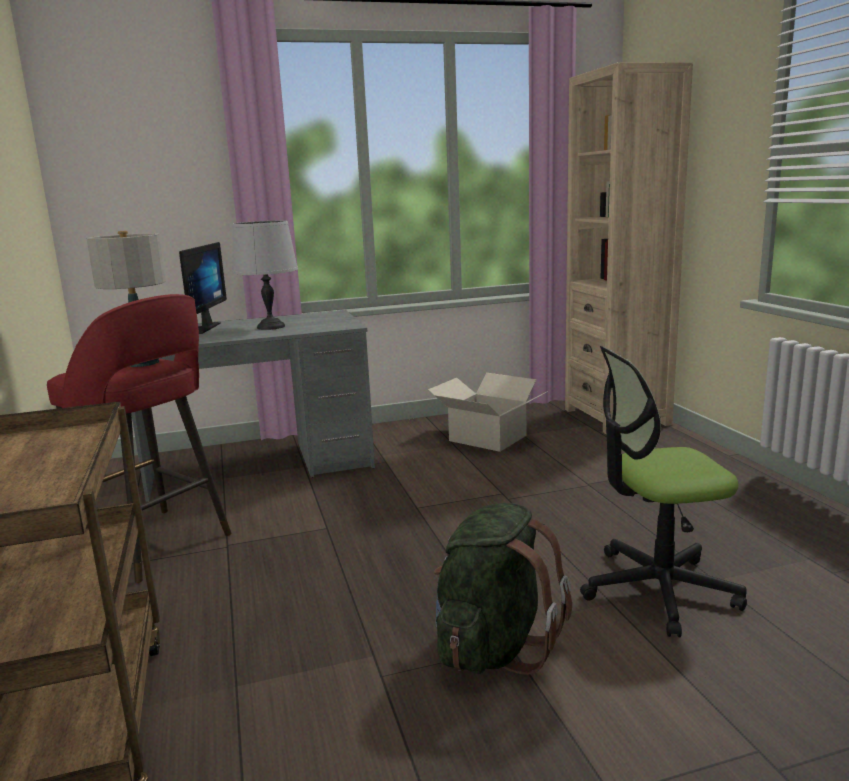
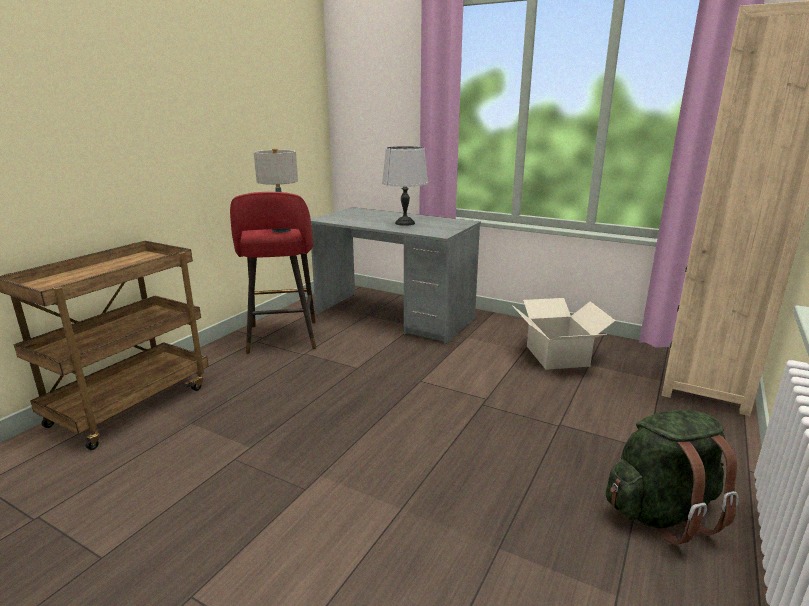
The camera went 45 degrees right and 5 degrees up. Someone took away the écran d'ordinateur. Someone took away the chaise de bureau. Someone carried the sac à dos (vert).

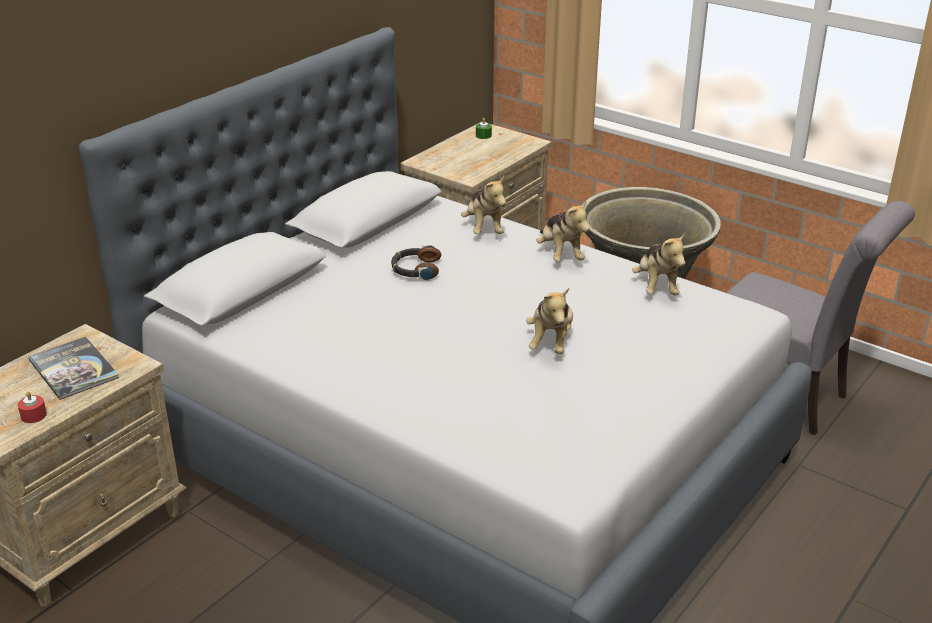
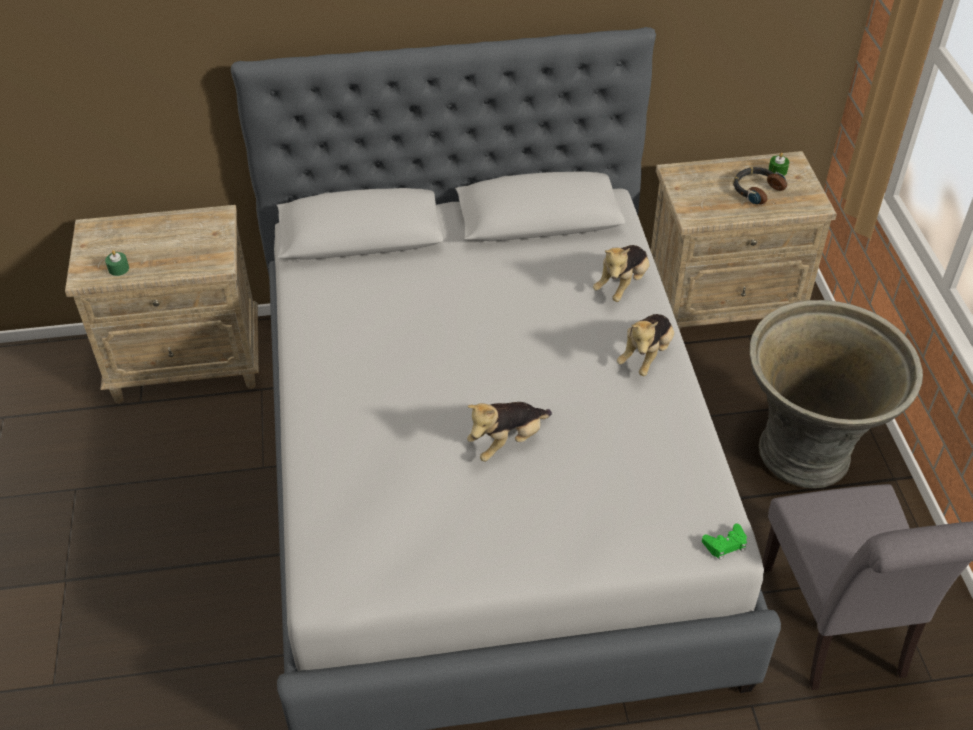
The camera went 45 degrees right and 15 degrees up. Someone took away the livre. Someone took away the peluche (no. 4 from left). Someone put down the manette (vert). Someone carried the casque audio. Someone repainted the bougie (rouge), which became the bougie (vert) (no. 1 from left).

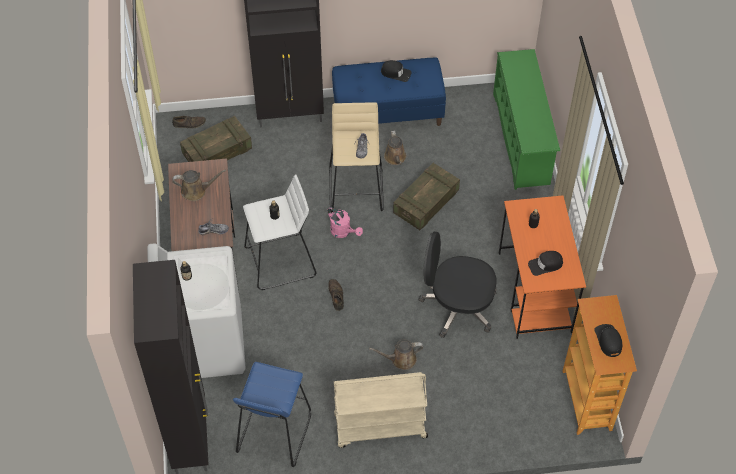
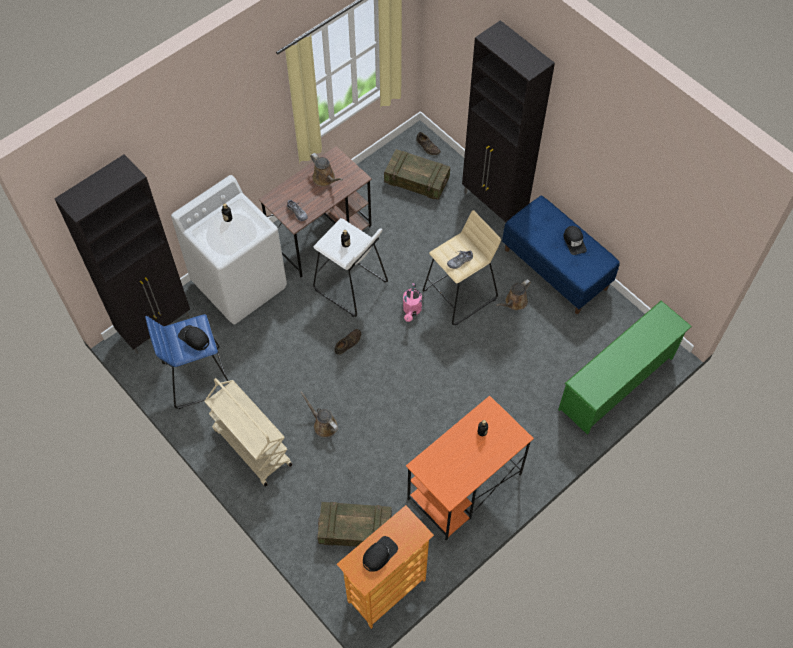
The camera went 55 degrees right and 5 degrees up. Someone took away the chaise de bureau (noir). Someone carried the caisse (no. 2 from left in the first image). Someone carried the casquette (noir) (no. 2 from left in the first image).

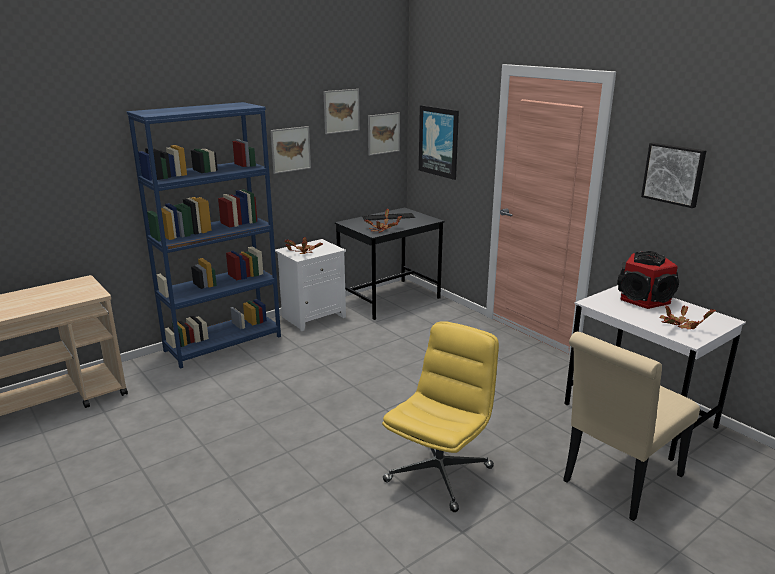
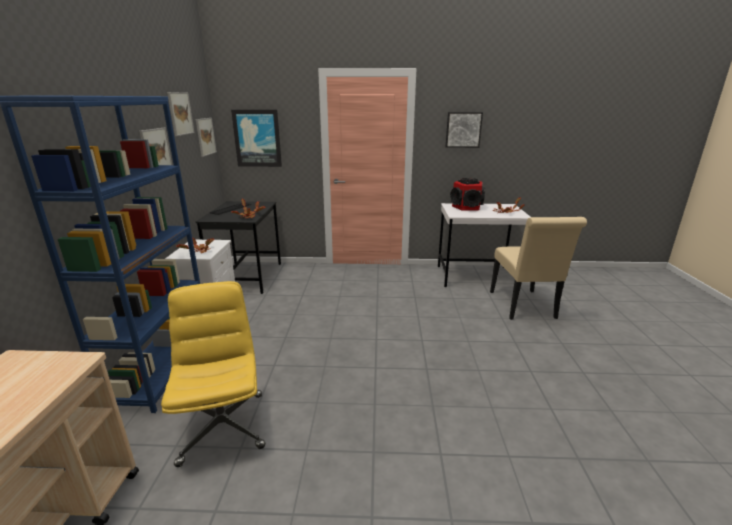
The camera went 50 degrees left and 0 degrees up. Someone carried the chaise de bureau (jaune).

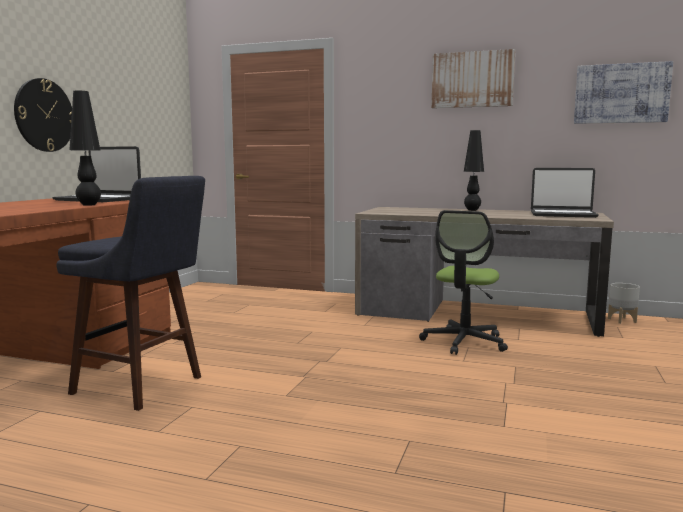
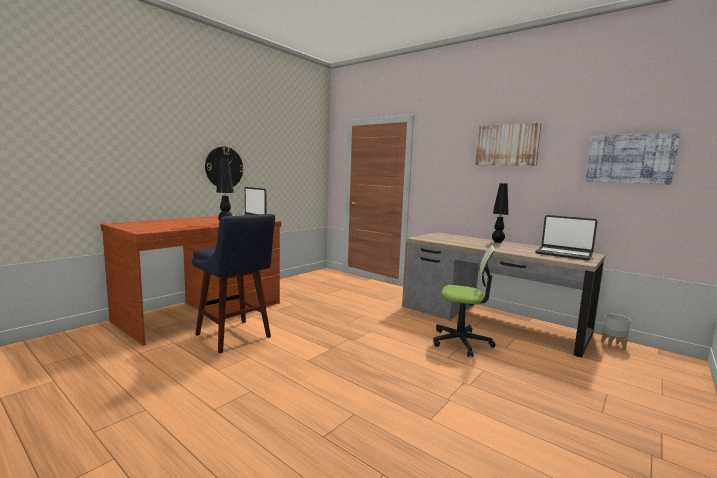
The camera went 20 degrees right and 0 degrees up. Someone rotated the chaise de bureau by 120 degrees counterclockwise.

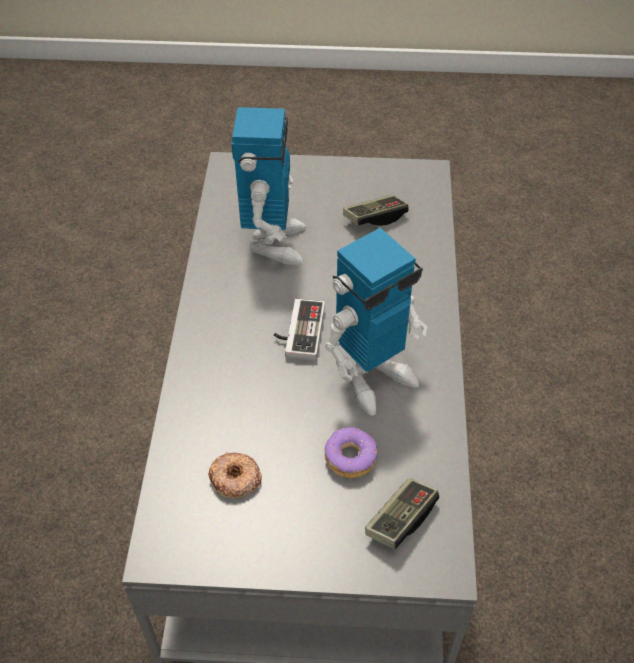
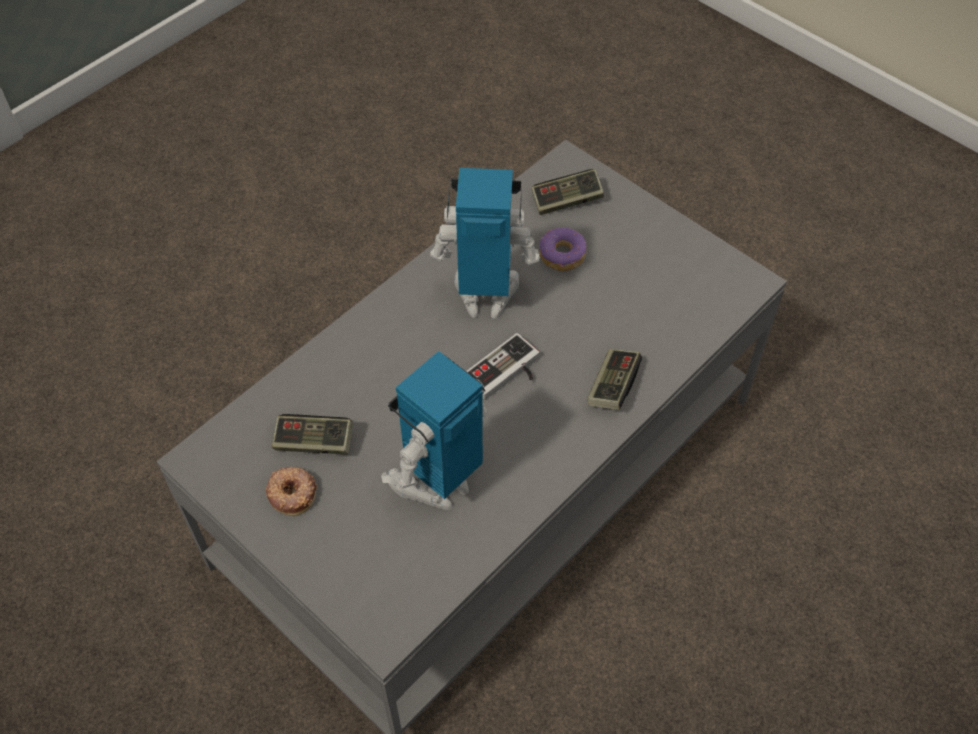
The camera went 140 degrees left and 5 degrees up. Someone put down the manette (no. 4 from left). Someone carried the beignet (no. 1 from left).

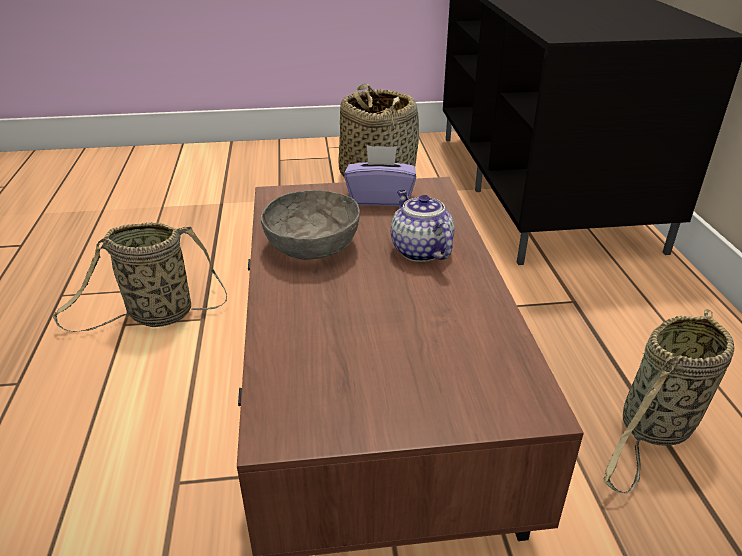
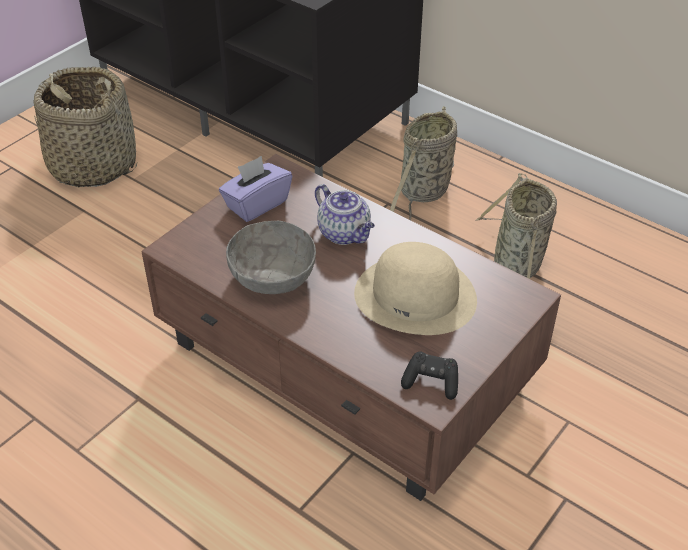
The camera went 45 degrees left and 10 degrees up. Someone put down the chapeau (beige). Someone put down the manette (noir). Someone carried the panier (no. 1 from left in the first image). Someone rotated the théière by 150 degrees counterclockwise.

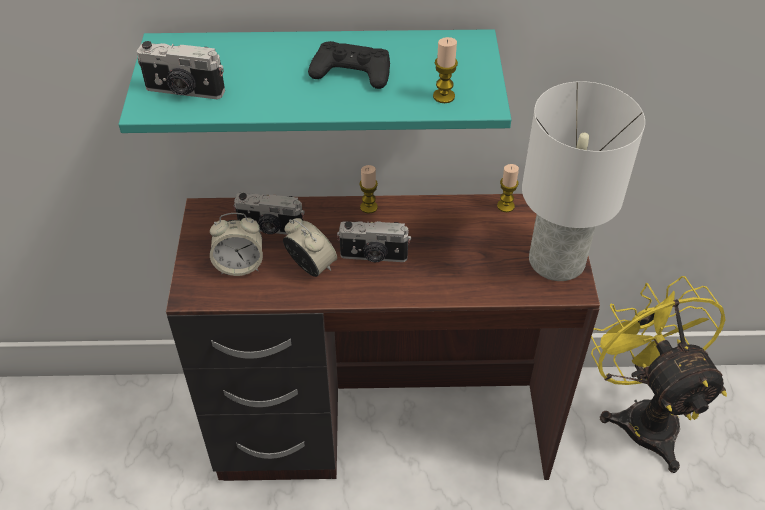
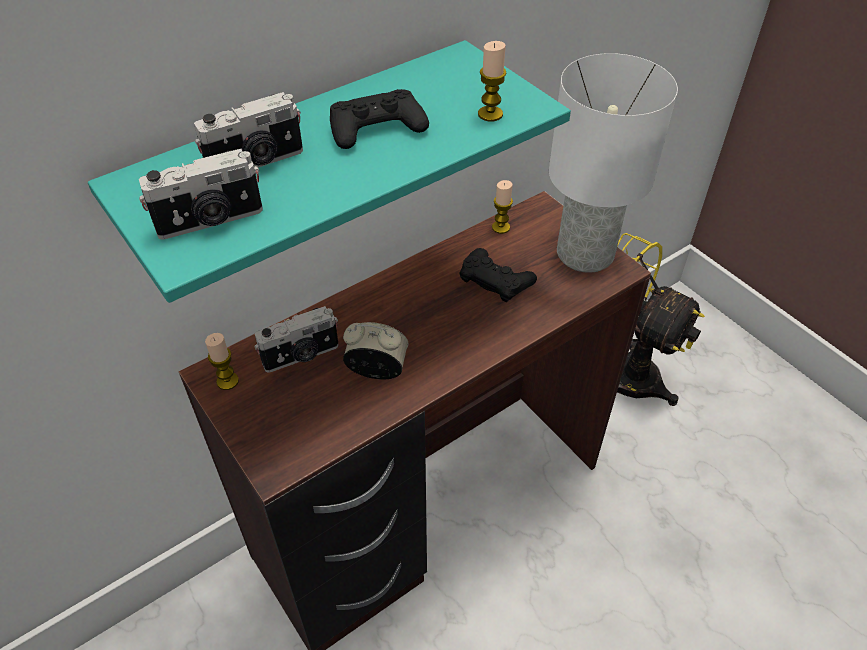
The camera went 35 degrees left and 0 degrees up. Someone took away the réveil (no. 1 from left). Someone put down the manette (noir) (no. 2 from left). Someone carried the appareil photo (no. 3 from left in the first image). Someone carried the bougie (no. 1 from left).

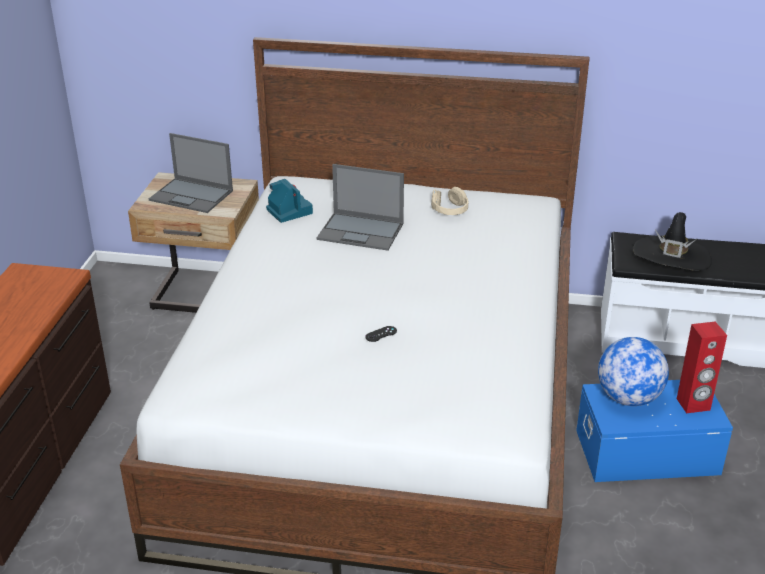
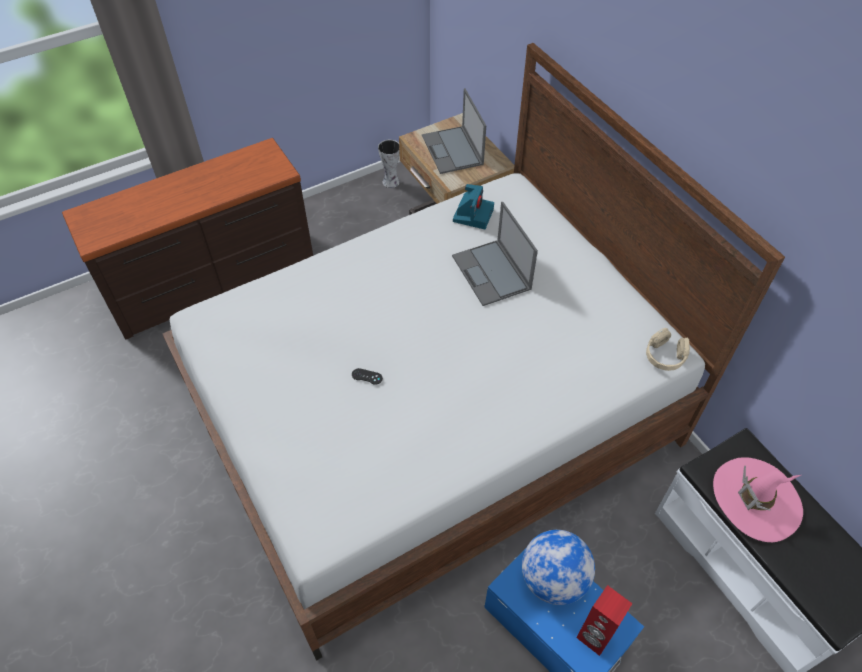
The camera went 50 degrees right and 20 degrees up. Someone put down the vase. Someone carried the casque audio (beige). Someone repainted the chapeau (noir), which became the chapeau (rose).

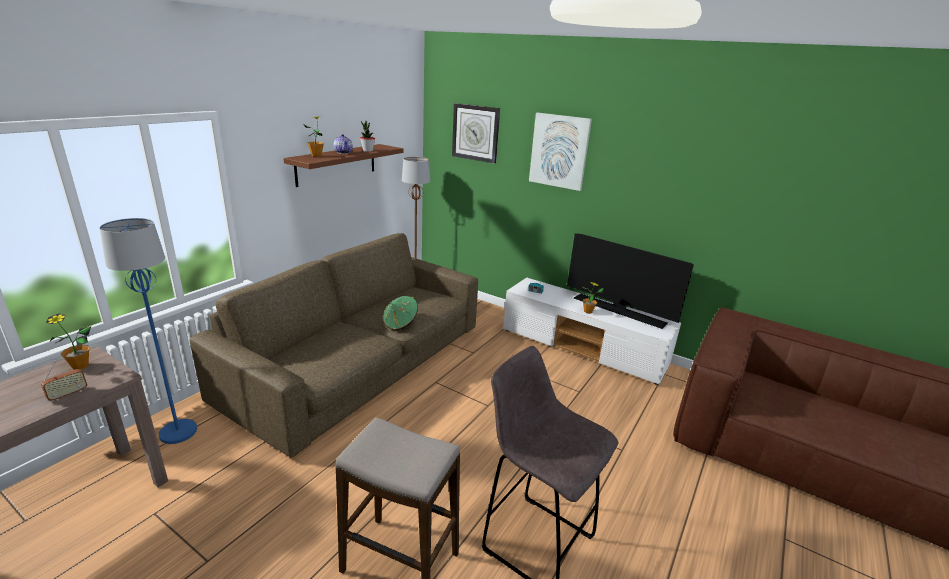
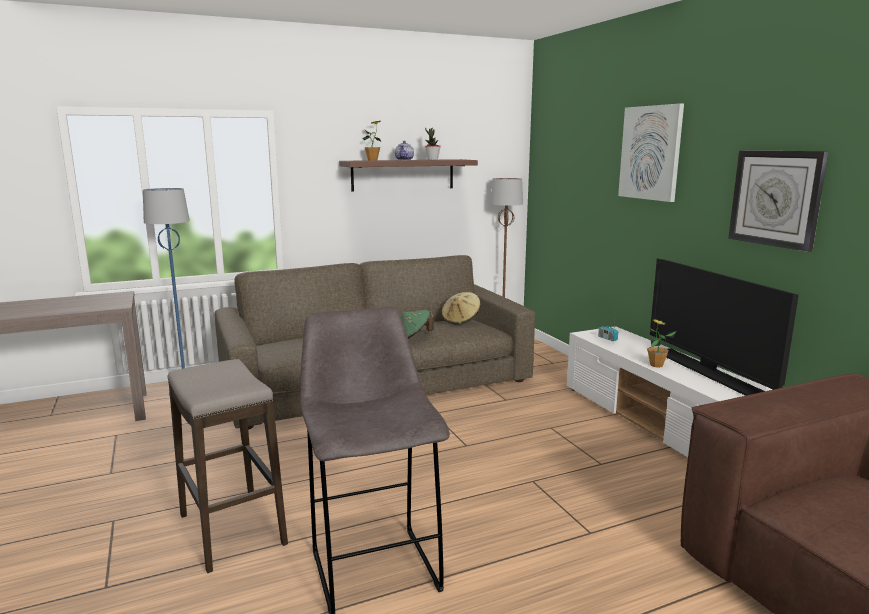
The camera went 35 degrees right and 10 degrees down. Someone took away the radio (no. 1 from left). Someone took away the plante en pot (no. 1 from left). Someone put down the chapeau (beige). Someone carried the horloge murale.

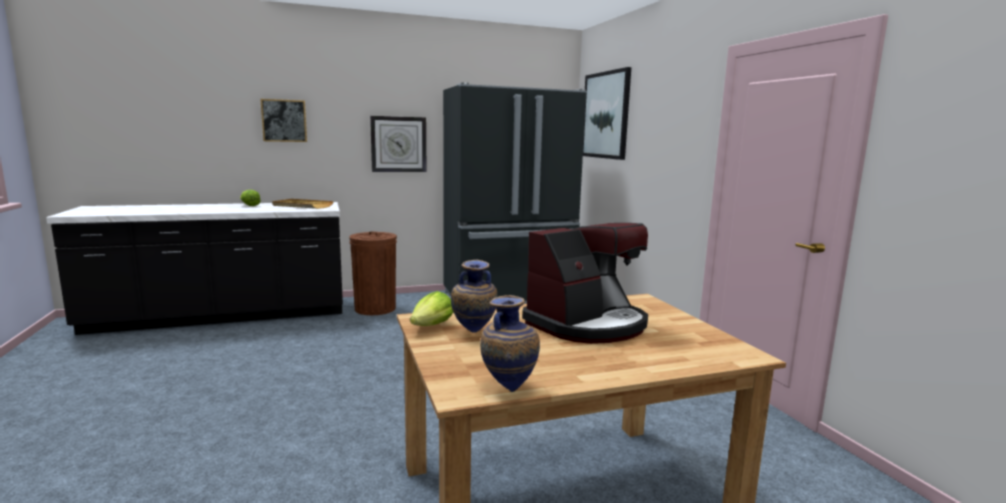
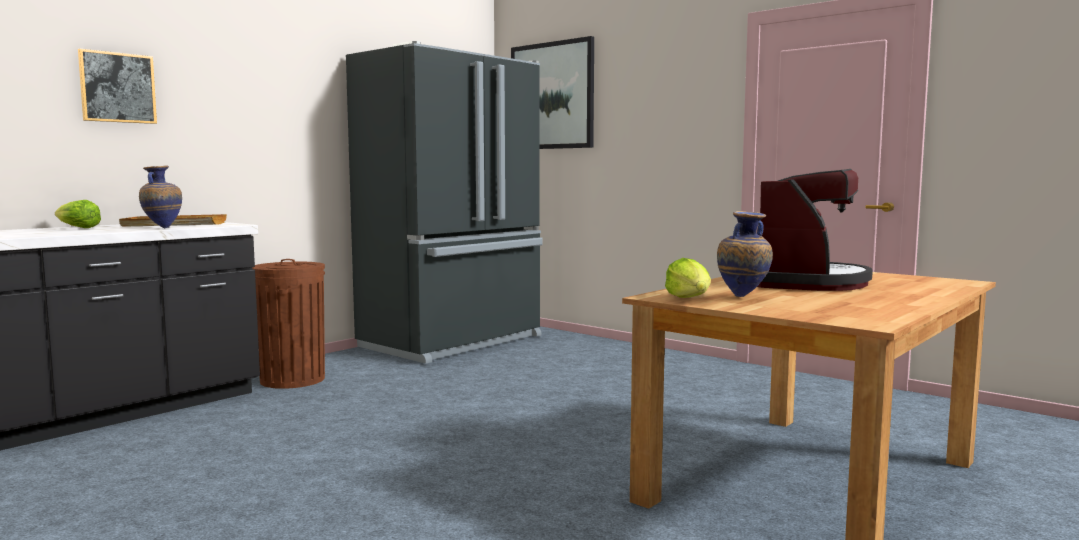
The camera went 30 degrees left and 5 degrees down. Someone took away the horloge murale. Someone carried the vase (no. 2 from left in the first image).

